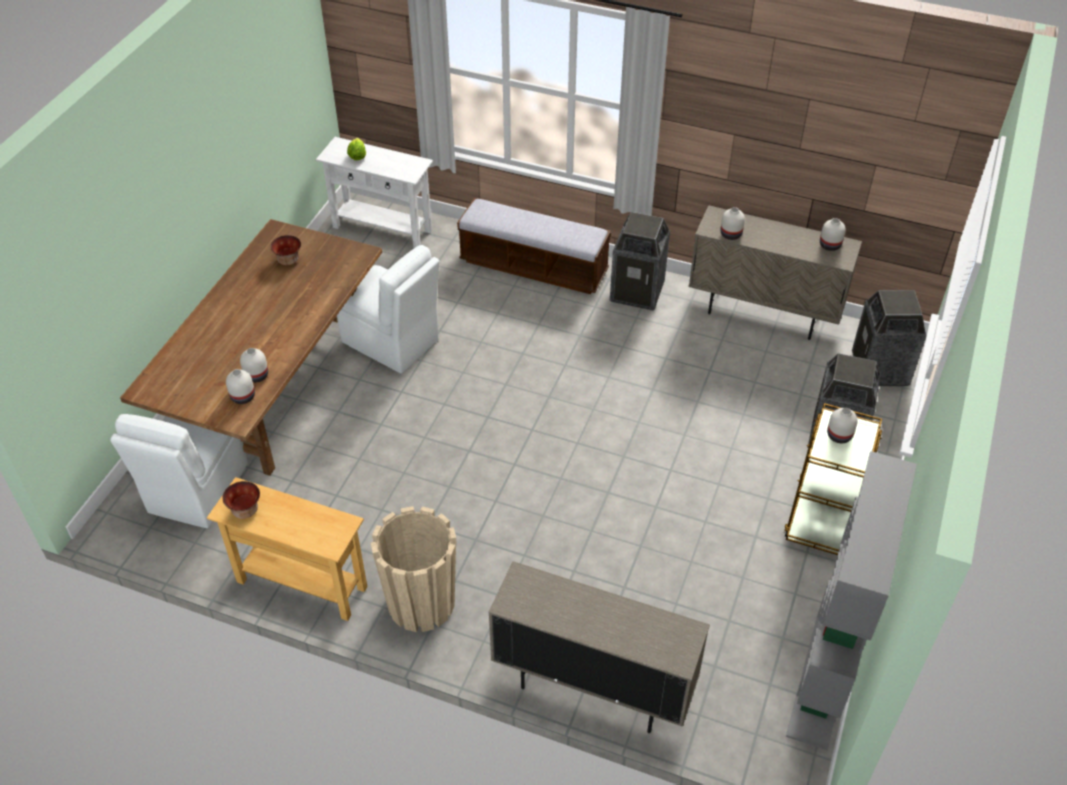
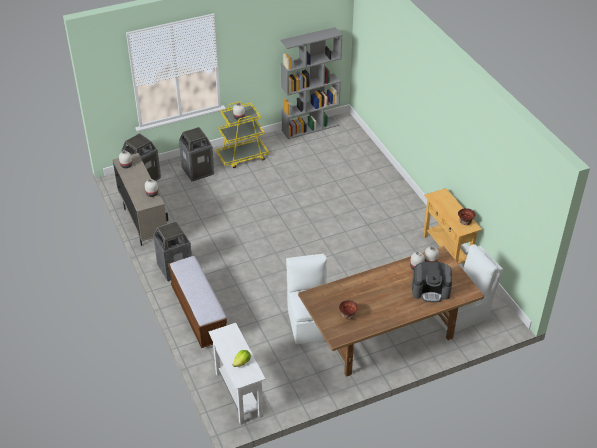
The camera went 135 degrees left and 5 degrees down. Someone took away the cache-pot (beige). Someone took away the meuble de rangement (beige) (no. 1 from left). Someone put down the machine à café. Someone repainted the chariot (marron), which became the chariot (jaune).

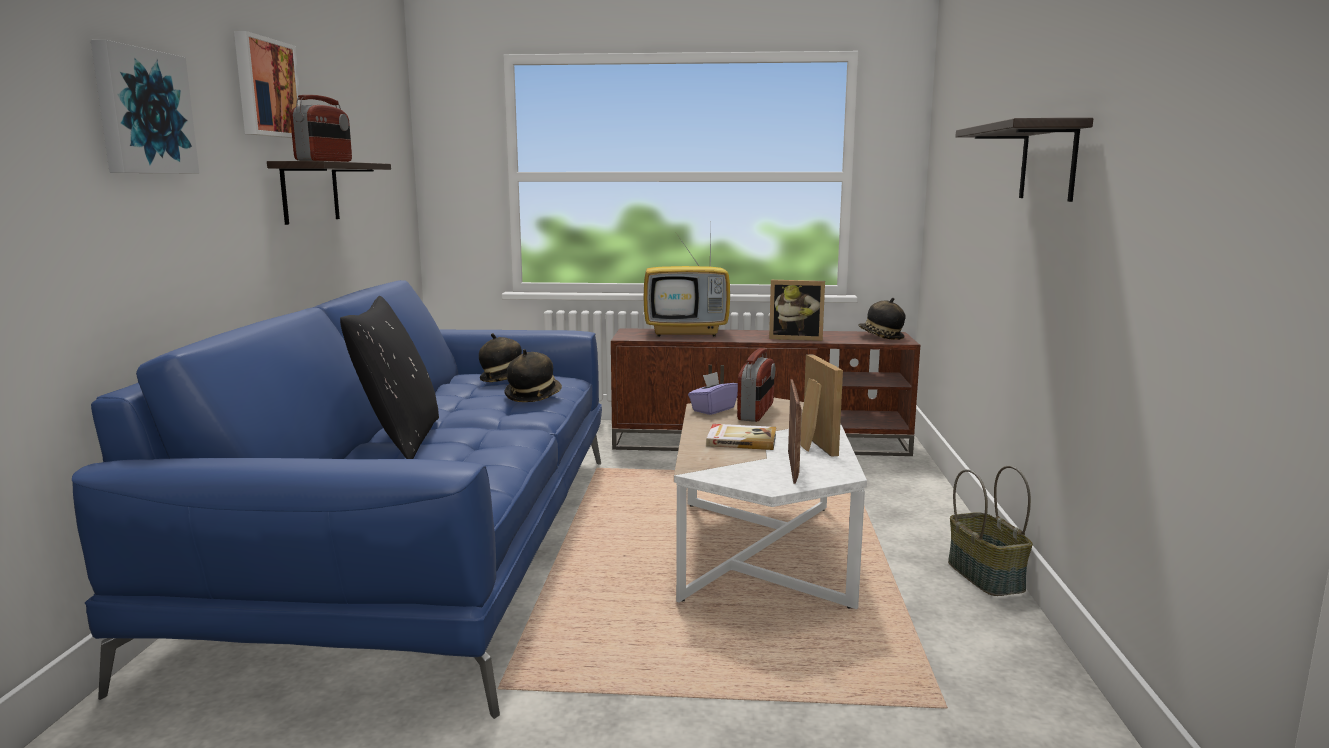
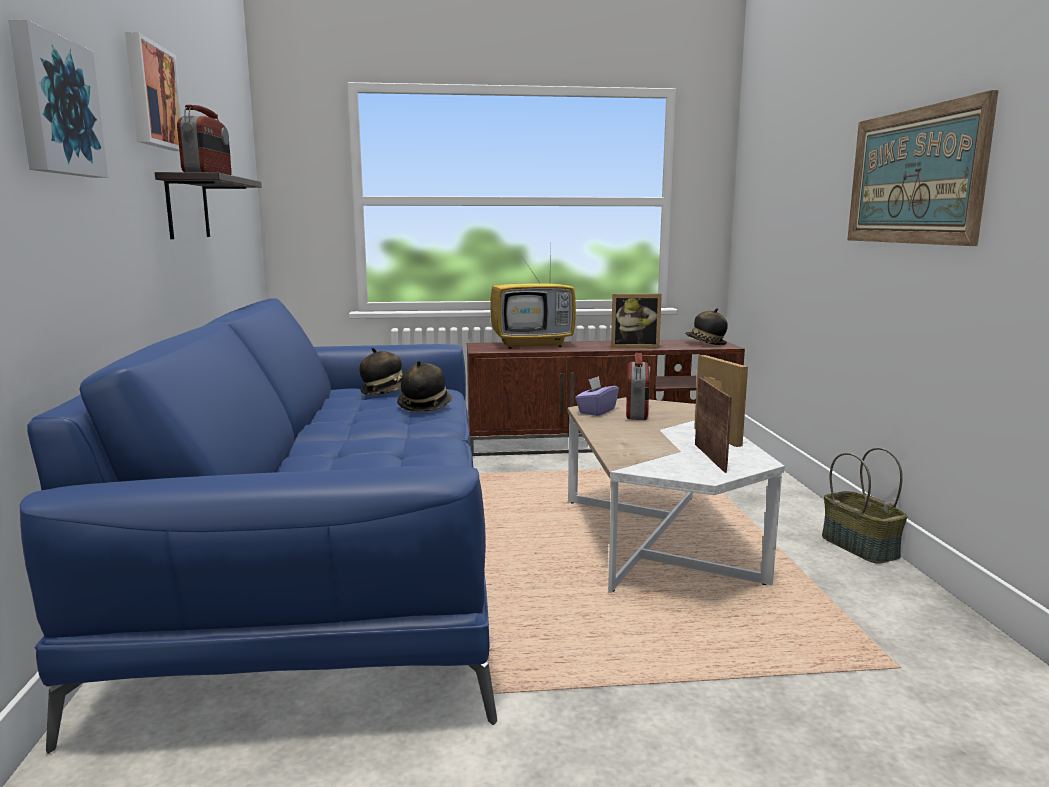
The camera went 10 degrees left and 0 degrees up. Someone took away the coussin (noir). Someone took away the livre. Someone swapped the étagère (no. 2 from left) for the tableau (no. 3 from left).

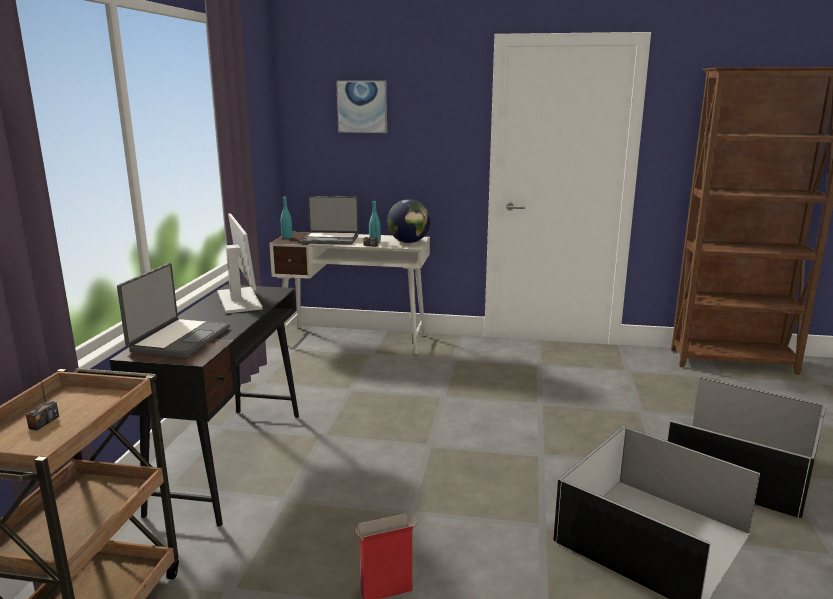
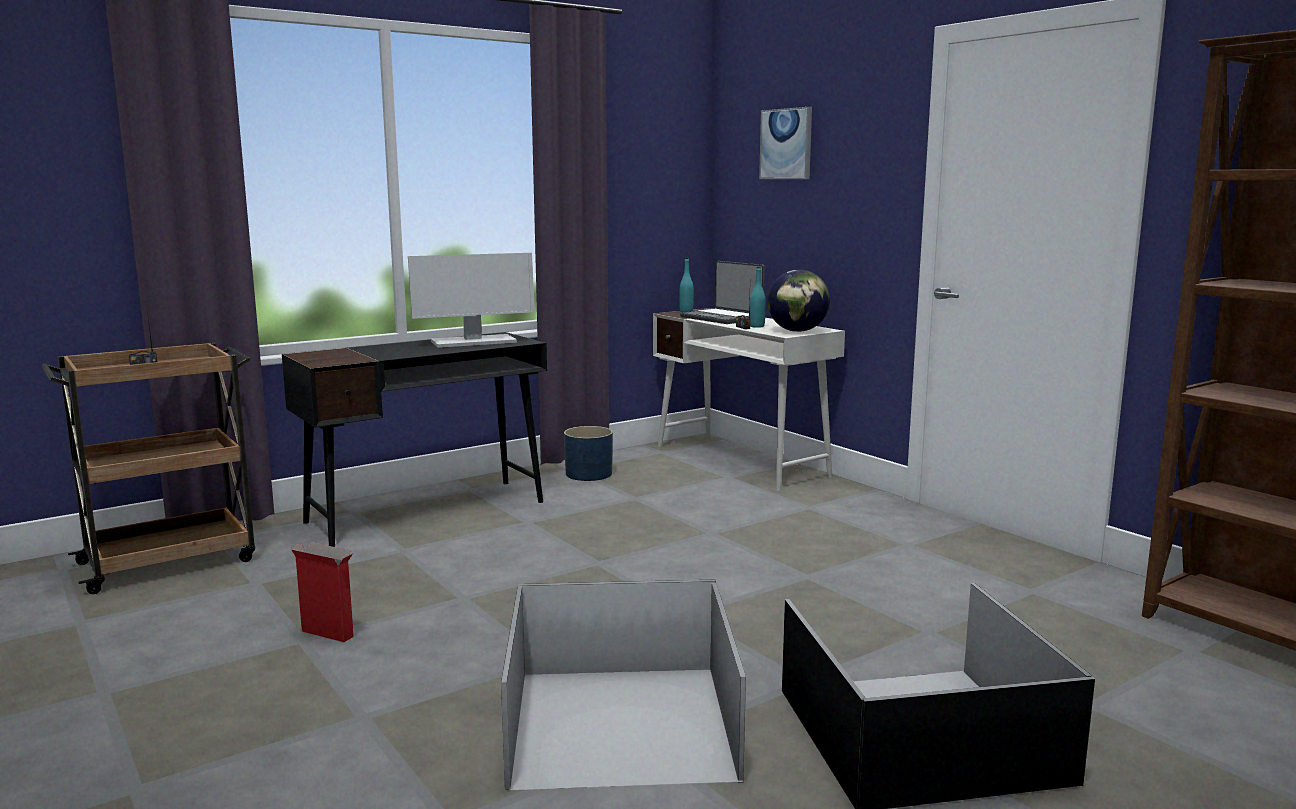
The camera went 45 degrees right and 5 degrees down. Someone took away the ordinateur portable (no. 1 from left). Someone put down the cache-pot (bleu). Someone rotated the écran d'ordinateur by 45 degrees clockwise.

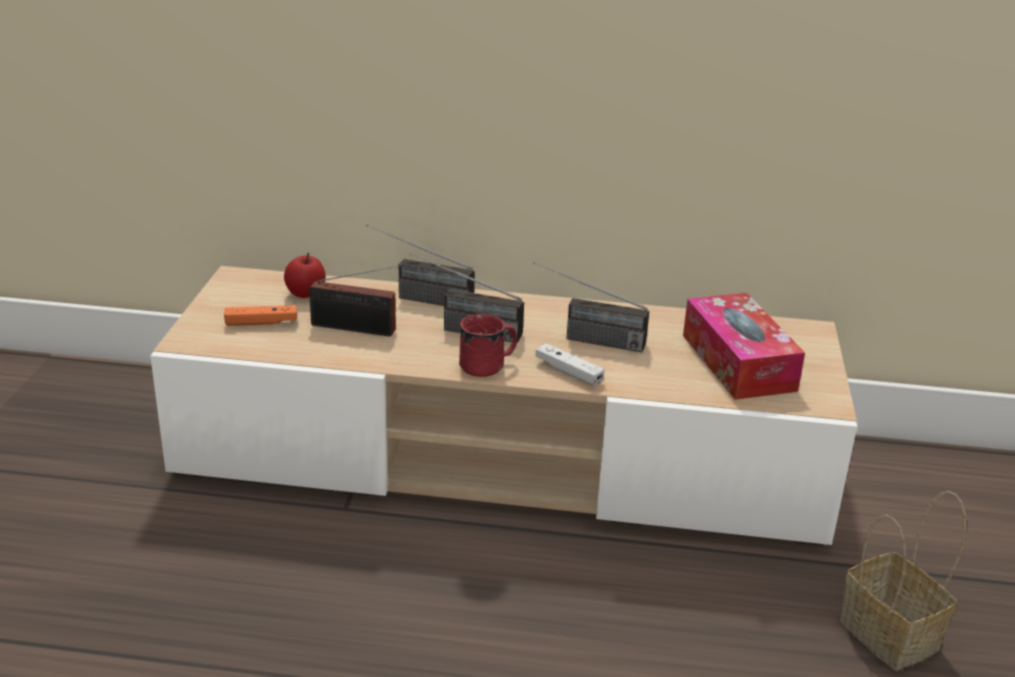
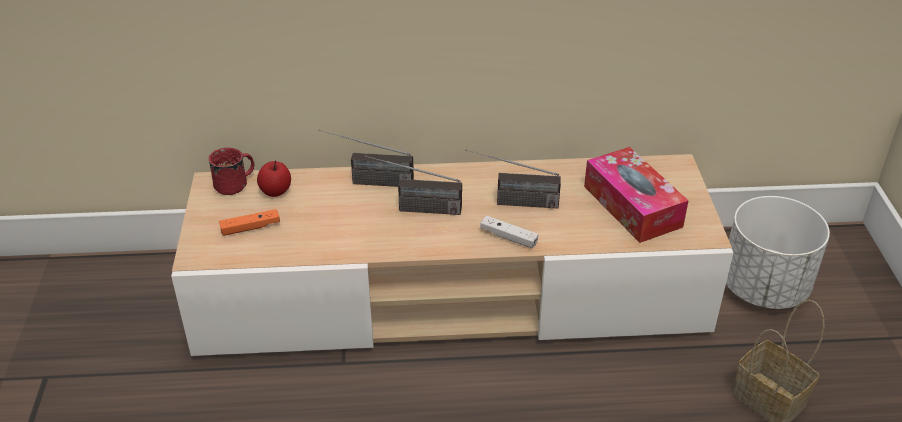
The camera went 10 degrees left and 10 degrees up. Someone took away the radio (no. 1 from left). Someone put down the cache-pot (blanc). Someone carried the mug (rouge).

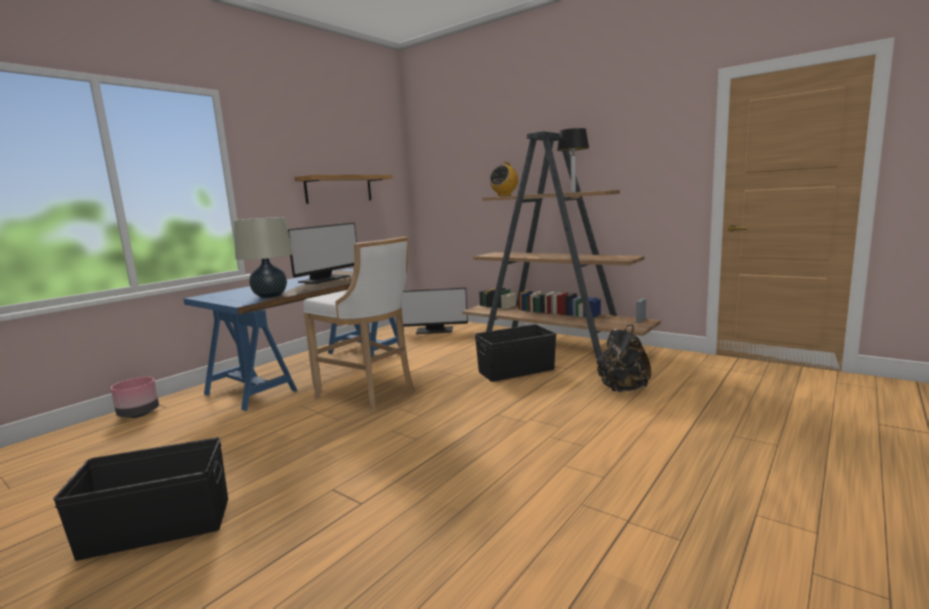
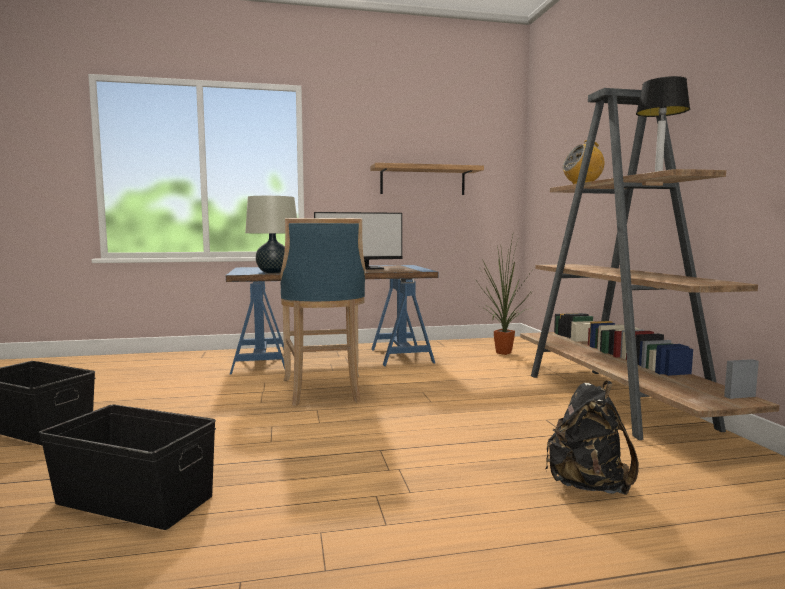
The camera went 40 degrees right and 5 degrees down. Someone took away the cache-pot (rose). Someone carried the boîte de rangement (noir) (no. 2 from left). Someone swapped the écran d'ordinateur (no. 2 from left) for the plante en pot. Someone repainted the tabouret (blanc), which became the tabouret (bleu).

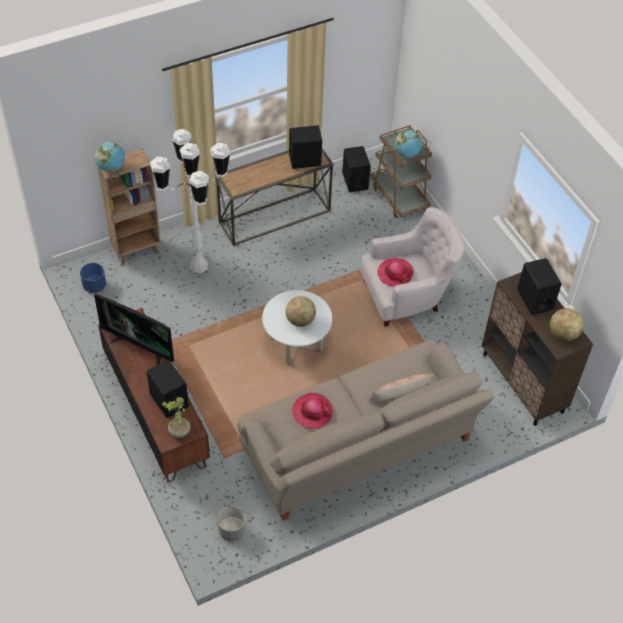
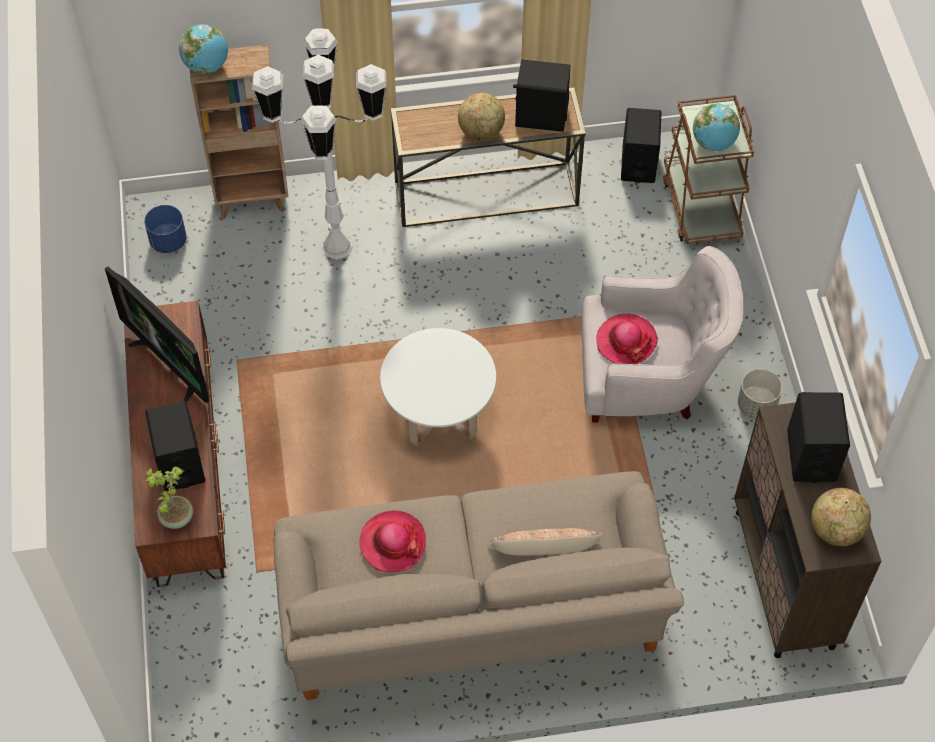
The camera went 20 degrees right and 5 degrees up. Someone carried the cache-pot (gris). Someone carried the globe (no. 2 from left).

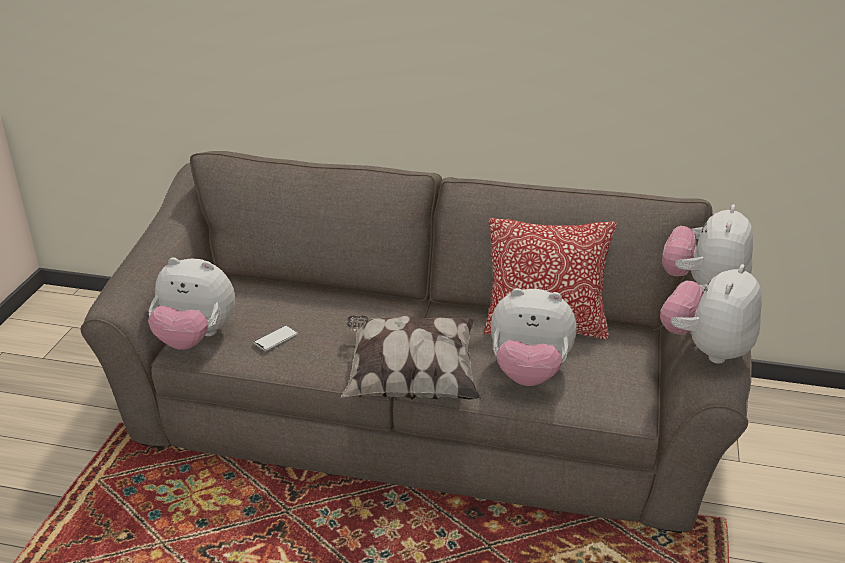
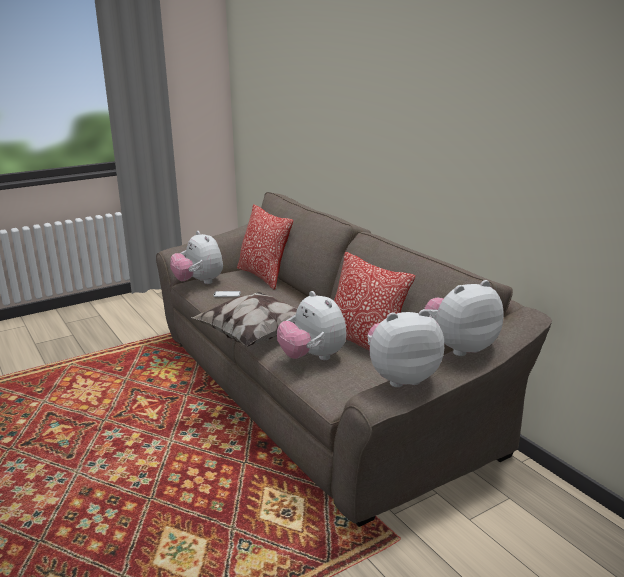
The camera went 45 degrees right and 10 degrees down. Someone put down the coussin (no. 2 from left).

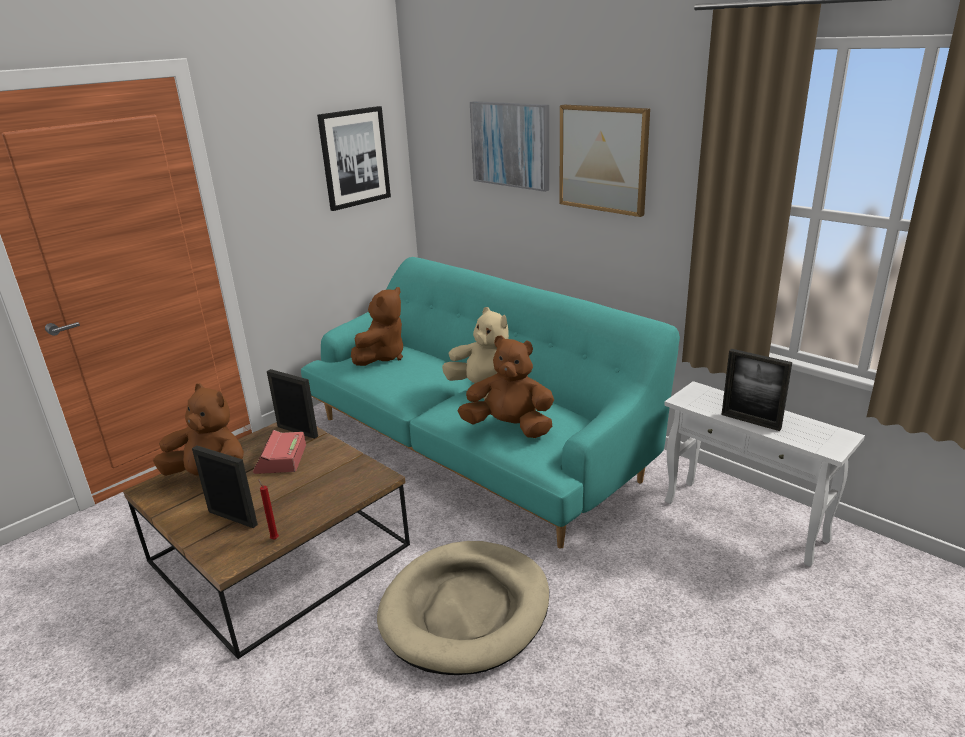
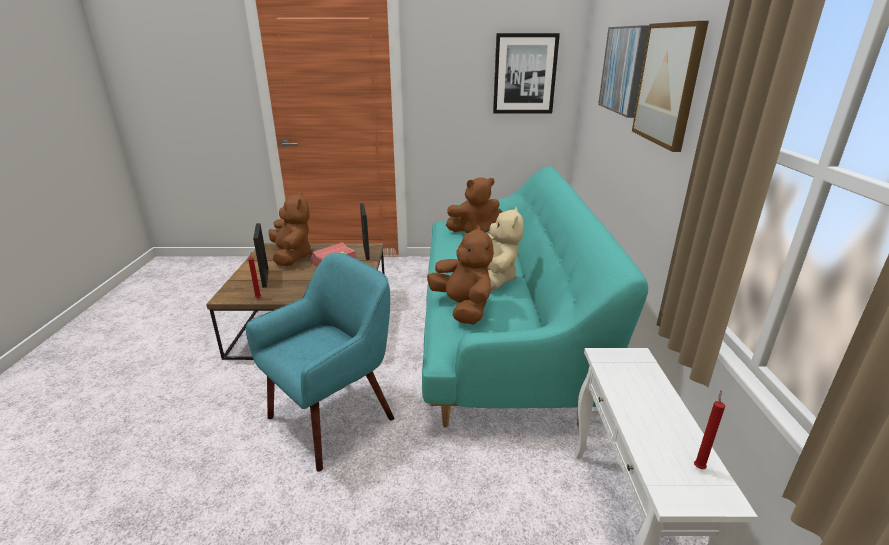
The camera went 45 degrees right and 0 degrees up. Someone took away the cadre photo (no. 3 from left). Someone put down the bougie (rouge) (no. 2 from left). Someone swapped the panier pour chien (beige) for the fauteuil (turquoise).

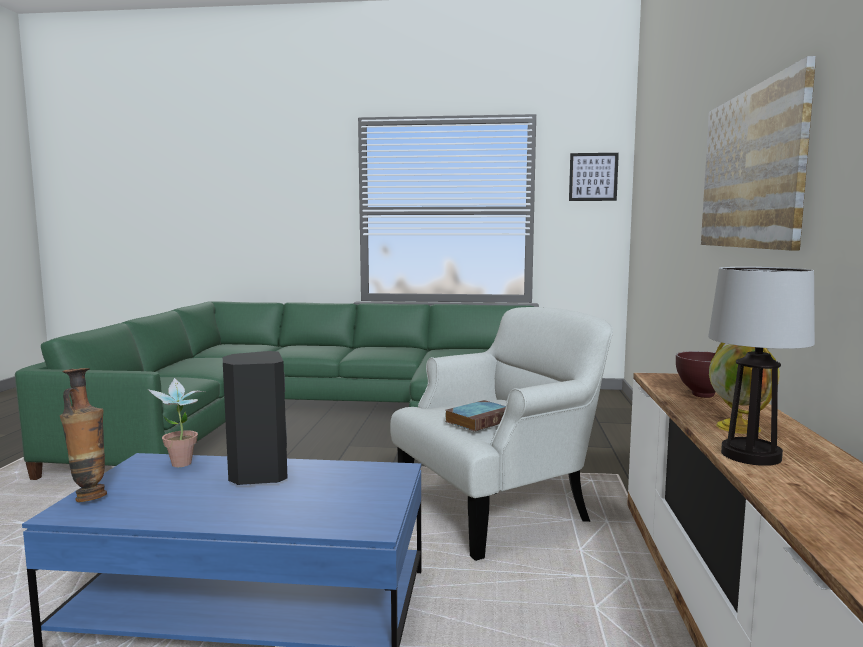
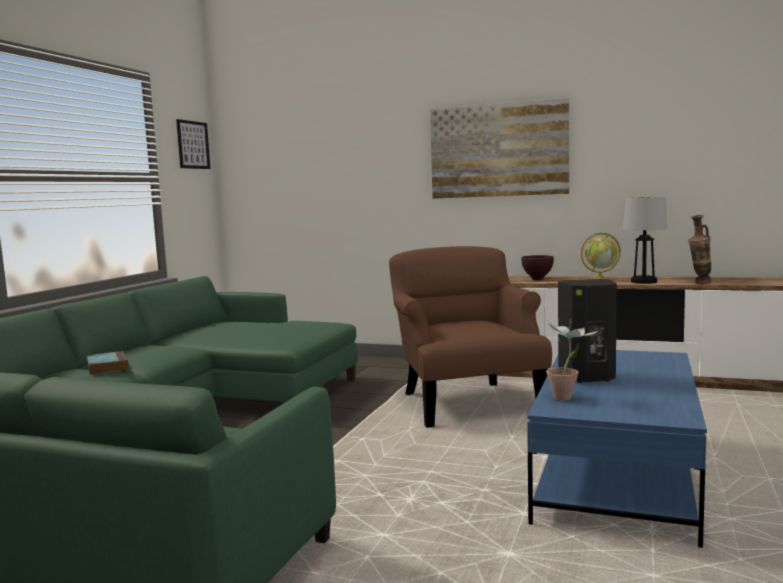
The camera went 75 degrees left and 0 degrees up. Someone carried the vase. Someone carried the livre. Someone repainted the fauteuil (blanc), which became the fauteuil (marron).

